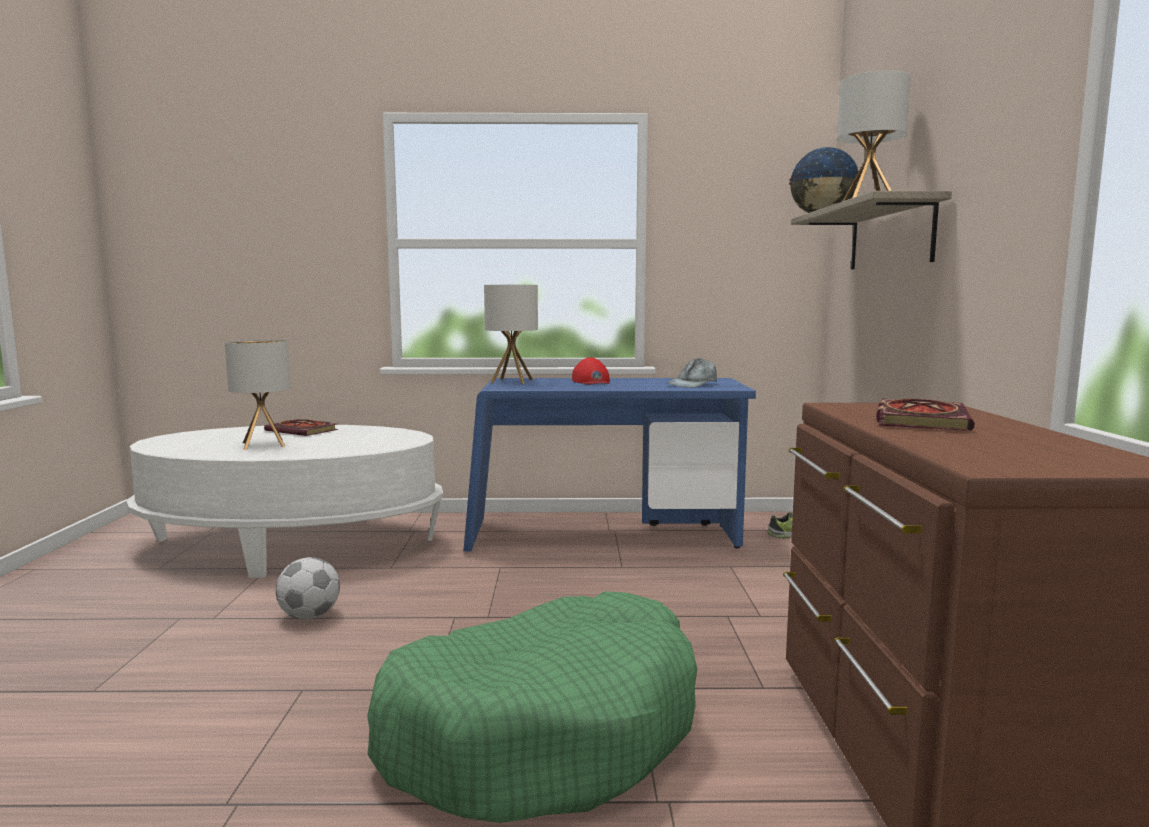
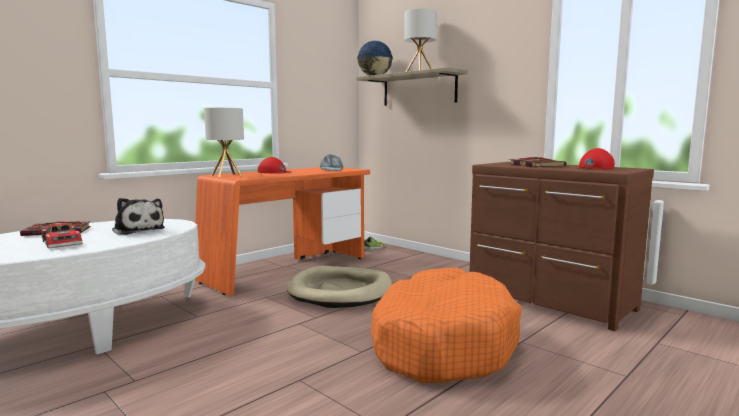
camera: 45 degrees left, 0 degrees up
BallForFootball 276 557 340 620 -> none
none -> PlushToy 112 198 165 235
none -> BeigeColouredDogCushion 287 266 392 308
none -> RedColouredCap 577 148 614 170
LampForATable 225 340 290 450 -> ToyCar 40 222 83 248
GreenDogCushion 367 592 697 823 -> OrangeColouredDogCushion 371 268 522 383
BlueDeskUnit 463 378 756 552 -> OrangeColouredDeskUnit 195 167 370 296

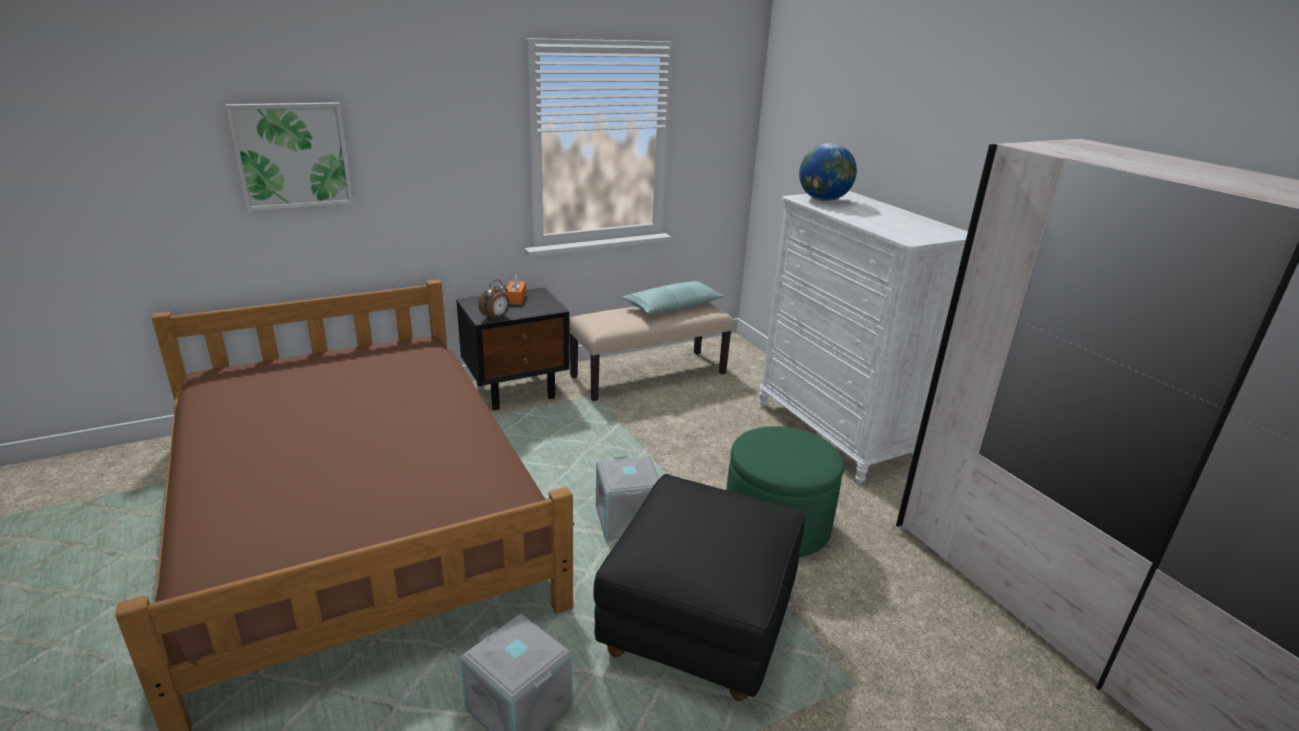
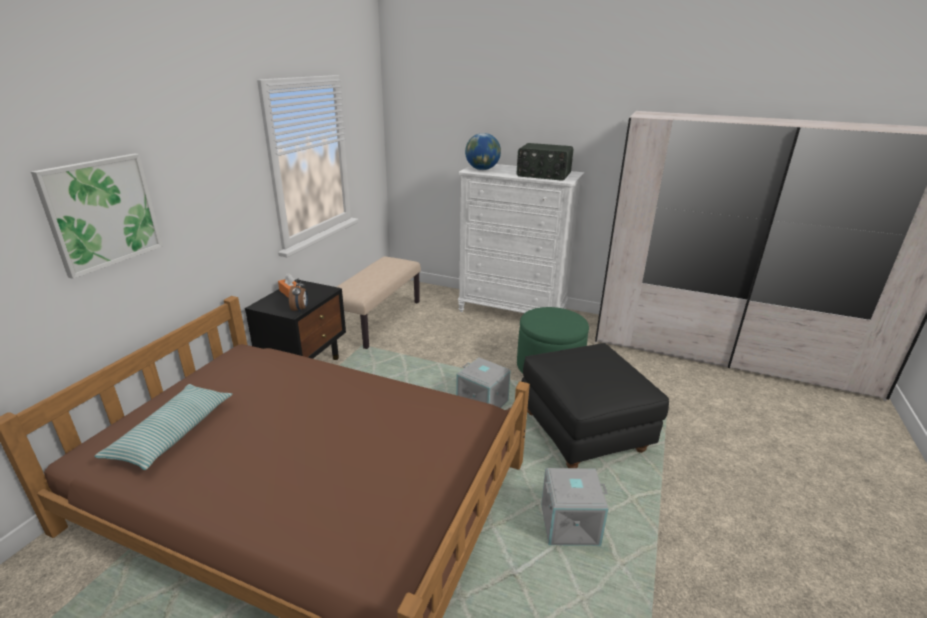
camera: 40 degrees left, 0 degrees up
none -> RadioReceiver 517 143 573 181
Cushion 622 281 724 314 -> Cushion 94 384 232 470, move

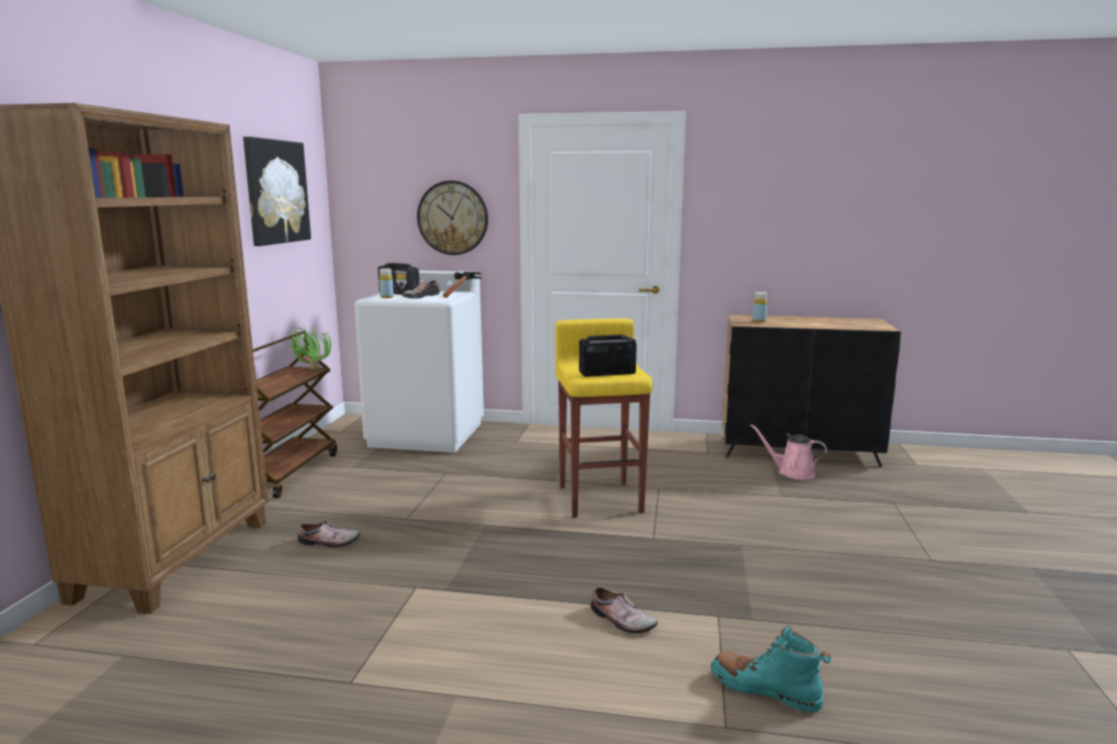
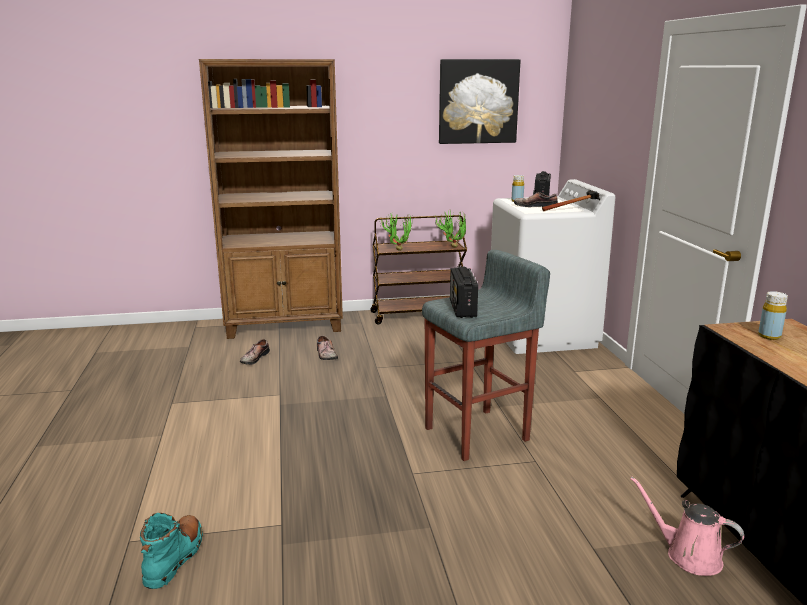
camera: 70 degrees right, 5 degrees up
HangingClock 417 181 488 255 -> none
none -> PlantInAPot 380 213 412 251
LowShoe 591 586 658 633 -> LowShoe 240 339 270 365, move
YellowishSittingStool 555 319 652 518 -> GraySittingStool 422 250 550 461
RadioReceiver 579 335 637 377 -> RadioReceiver 450 266 478 318, 150 degrees counterclockwise
PinkishWateringCan 750 424 827 480 -> PinkishWateringCan 630 477 744 576, 60 degrees counterclockwise

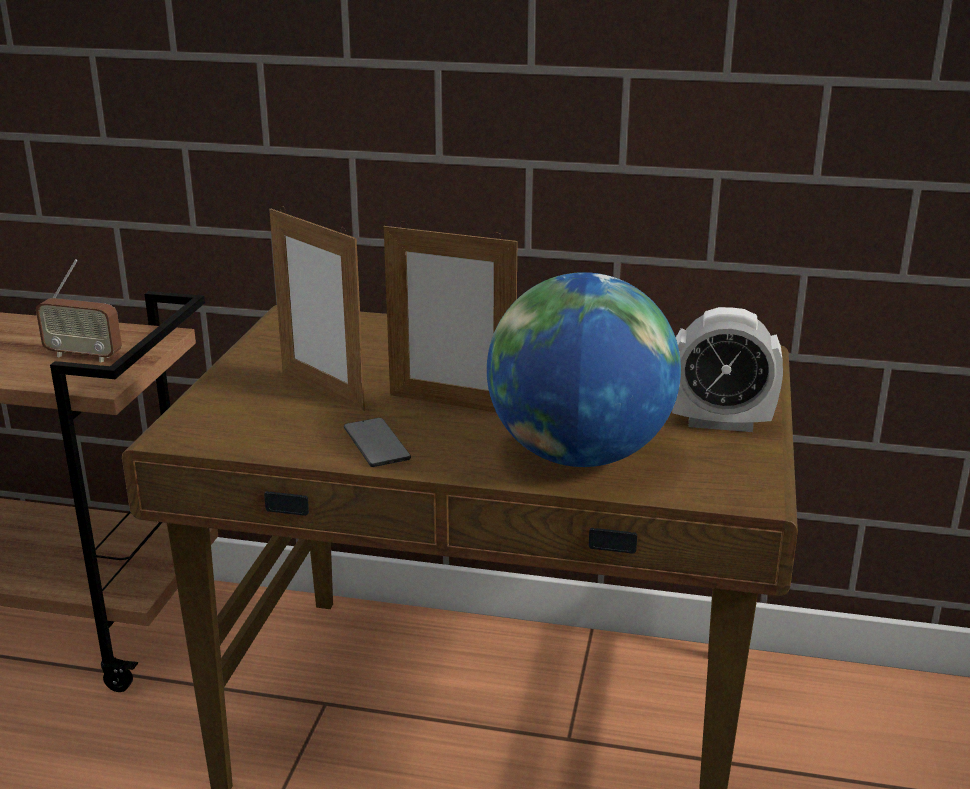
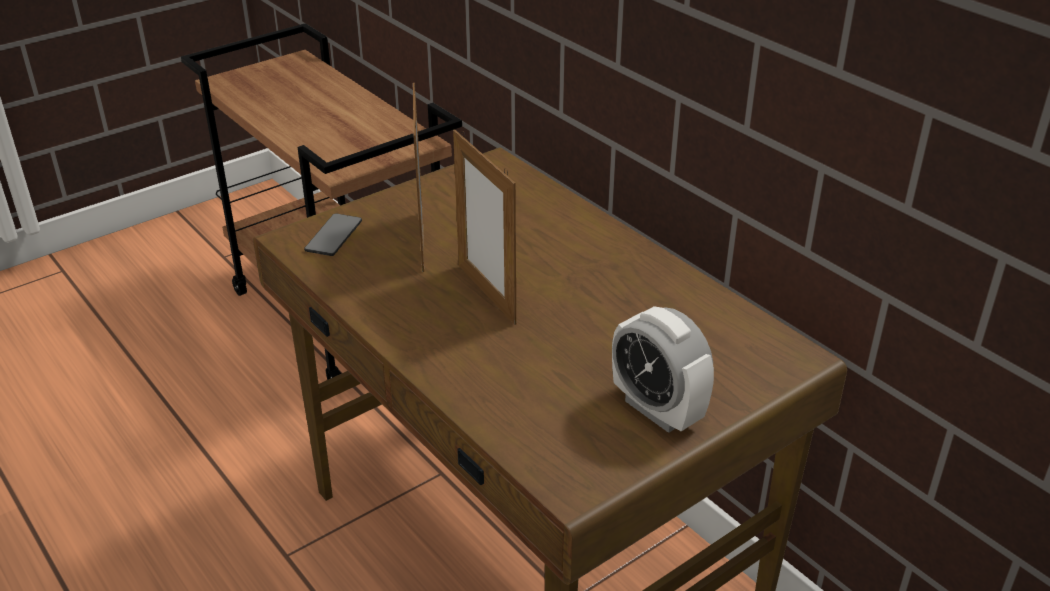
camera: 40 degrees right, 10 degrees up
RadioReceiver 36 259 122 362 -> none
WorldGlobe 487 272 681 467 -> none
Telephone 344 418 411 467 -> Telephone 304 213 362 256, move

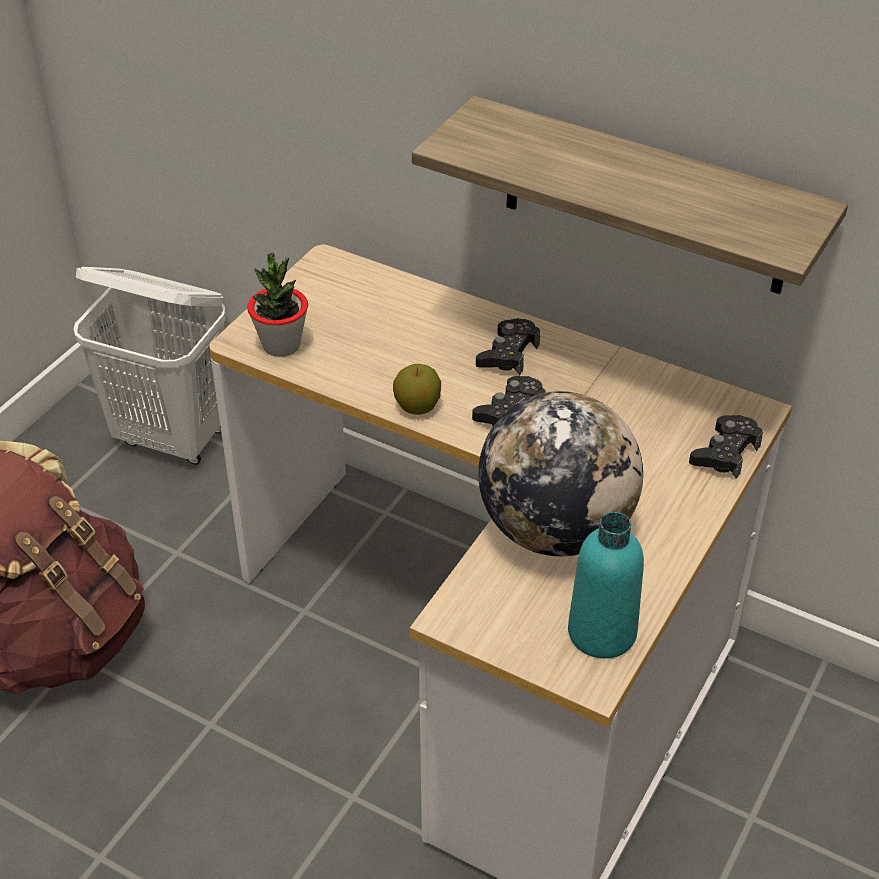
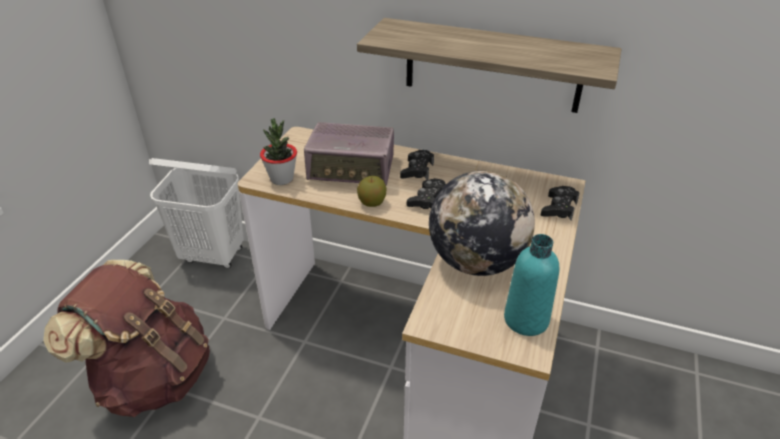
camera: 10 degrees left, 5 degrees down
none -> RadioReceiver 304 122 394 185

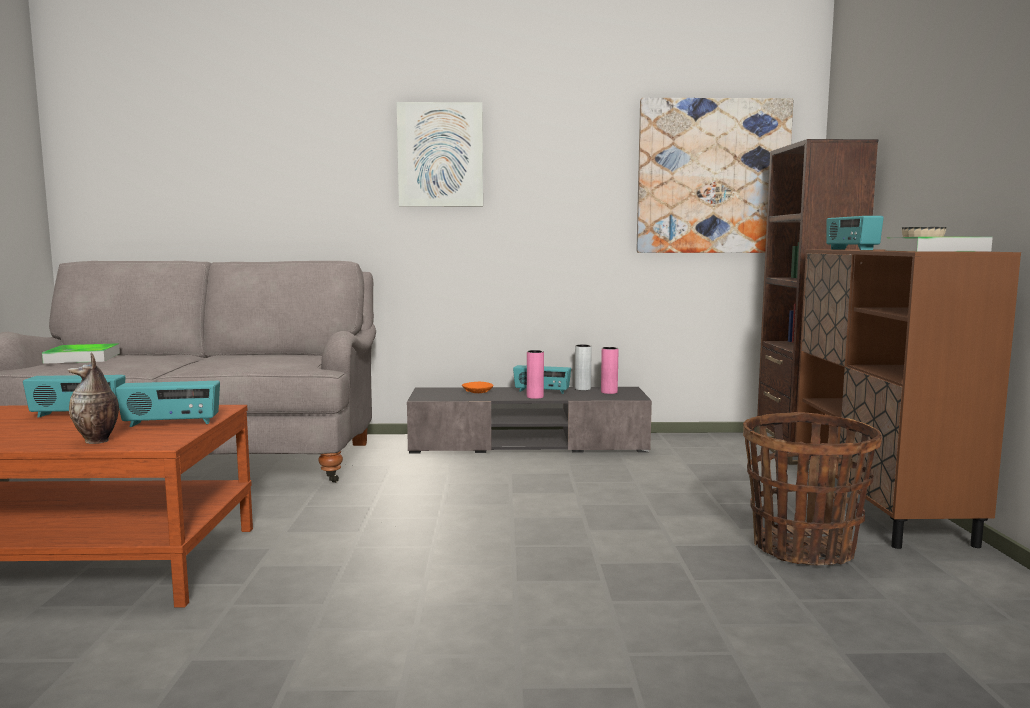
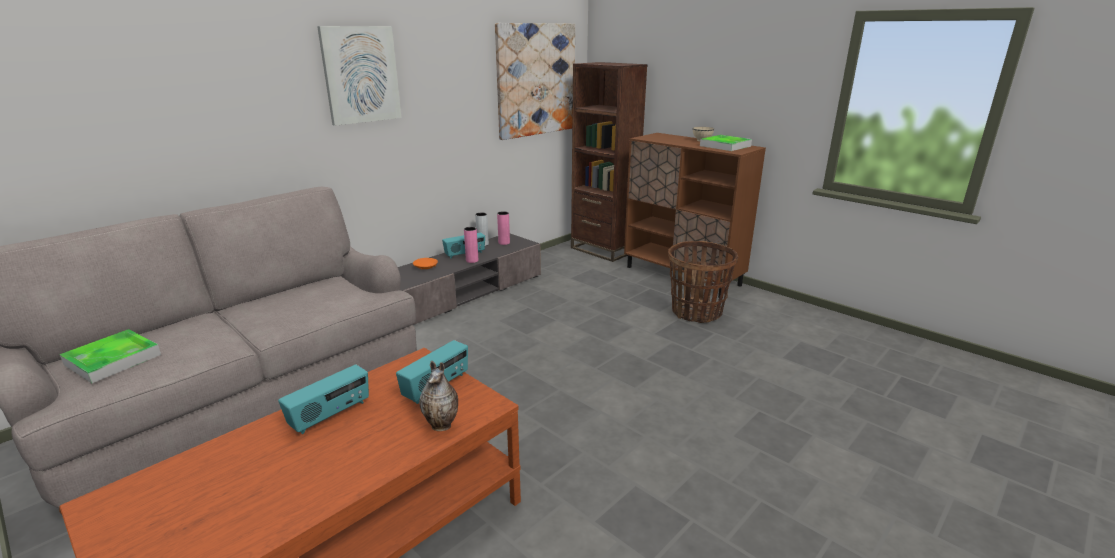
camera: 45 degrees left, 15 degrees up
RadioReceiver 826 216 884 250 -> none

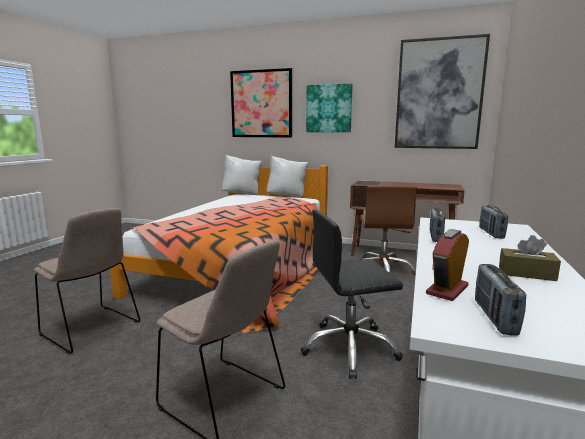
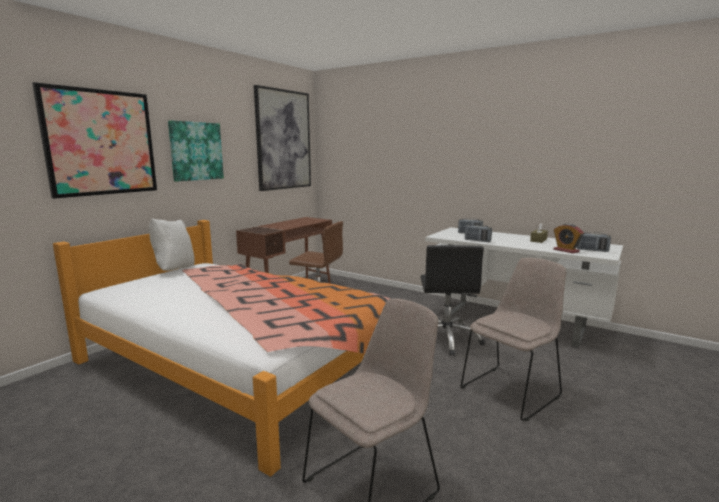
camera: 75 degrees left, 0 degrees up
WhiteColouredCushion 222 155 262 195 -> none

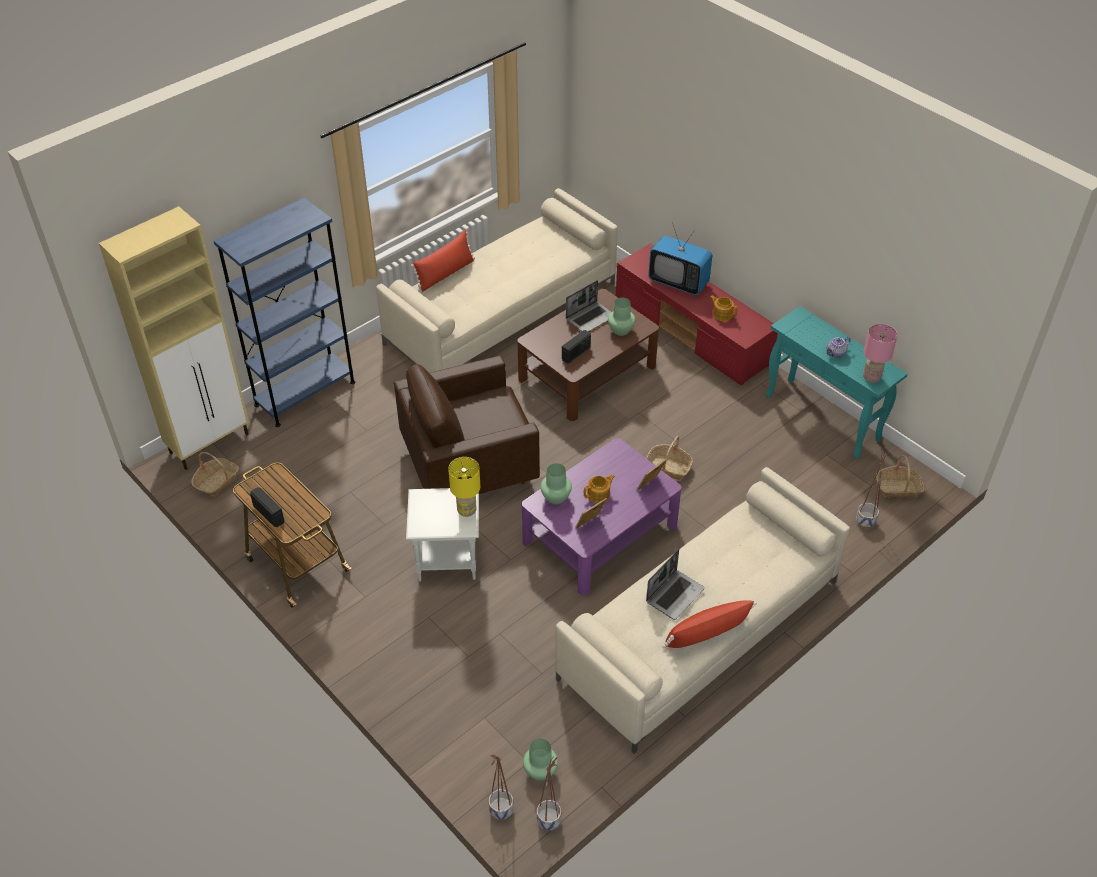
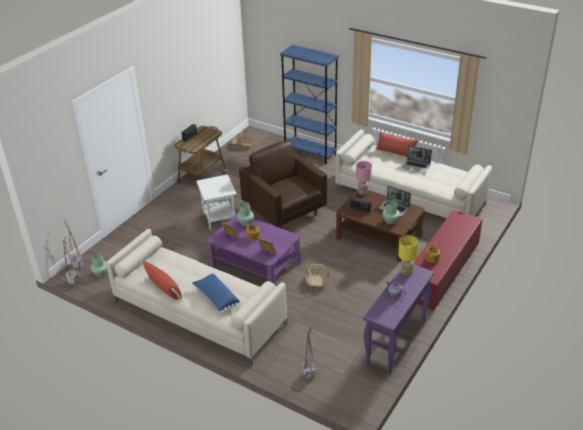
camera: 75 degrees right, 10 degrees down
BeigeColouredCupboard 99 206 249 470 -> none
Television 648 222 712 295 -> none
Basket 876 455 925 498 -> none
none -> BlueCushion 192 273 241 313
YellowishLampForATable 448 457 480 517 -> YellowishLampForATable 398 235 419 276, move
NotebookComputer 646 549 705 620 -> NotebookComputer 403 145 432 172, move
PinkishLampForATable 863 324 898 383 -> PinkishLampForATable 356 161 372 195, move
TurquoiseColouredNarrowTable 766 306 908 459 -> PurpleColouredNarrowTable 363 264 434 375

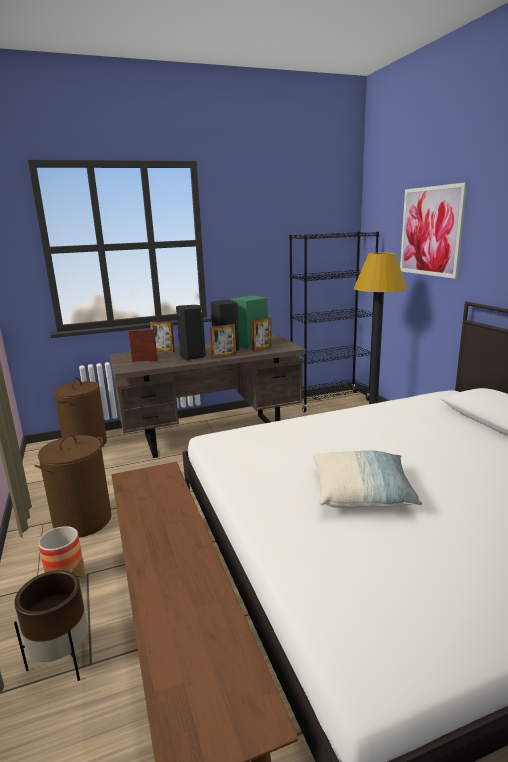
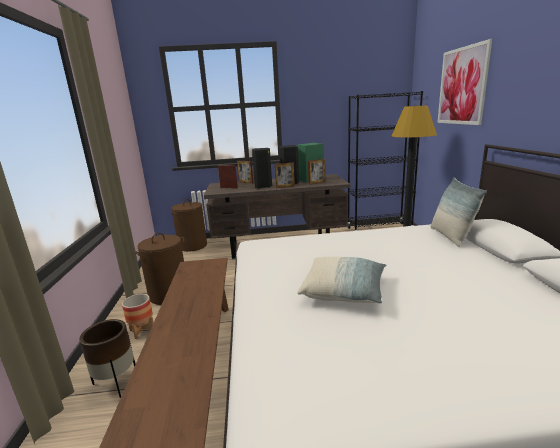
camera: 15 degrees right, 0 degrees up
none -> Cushion 431 177 487 247

